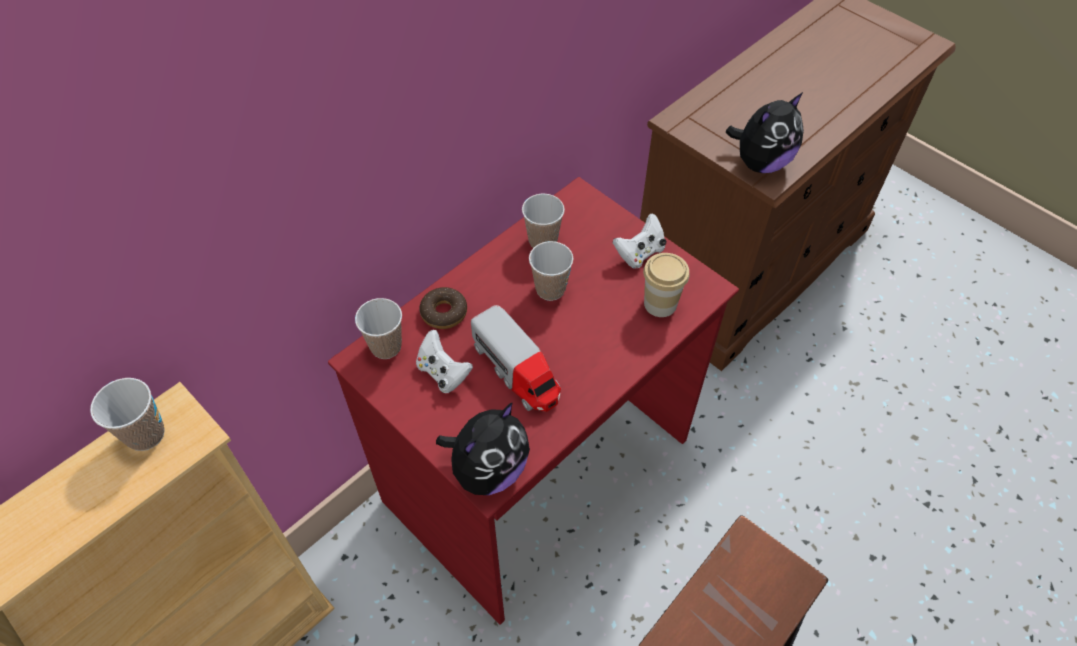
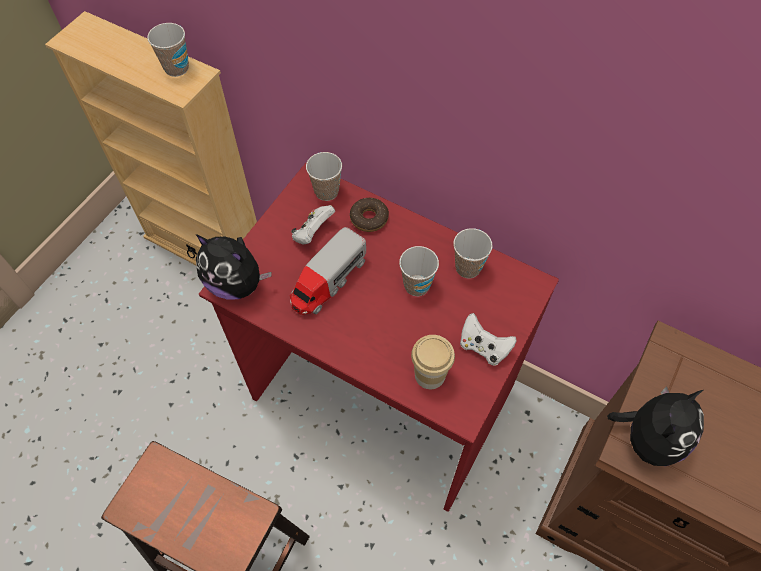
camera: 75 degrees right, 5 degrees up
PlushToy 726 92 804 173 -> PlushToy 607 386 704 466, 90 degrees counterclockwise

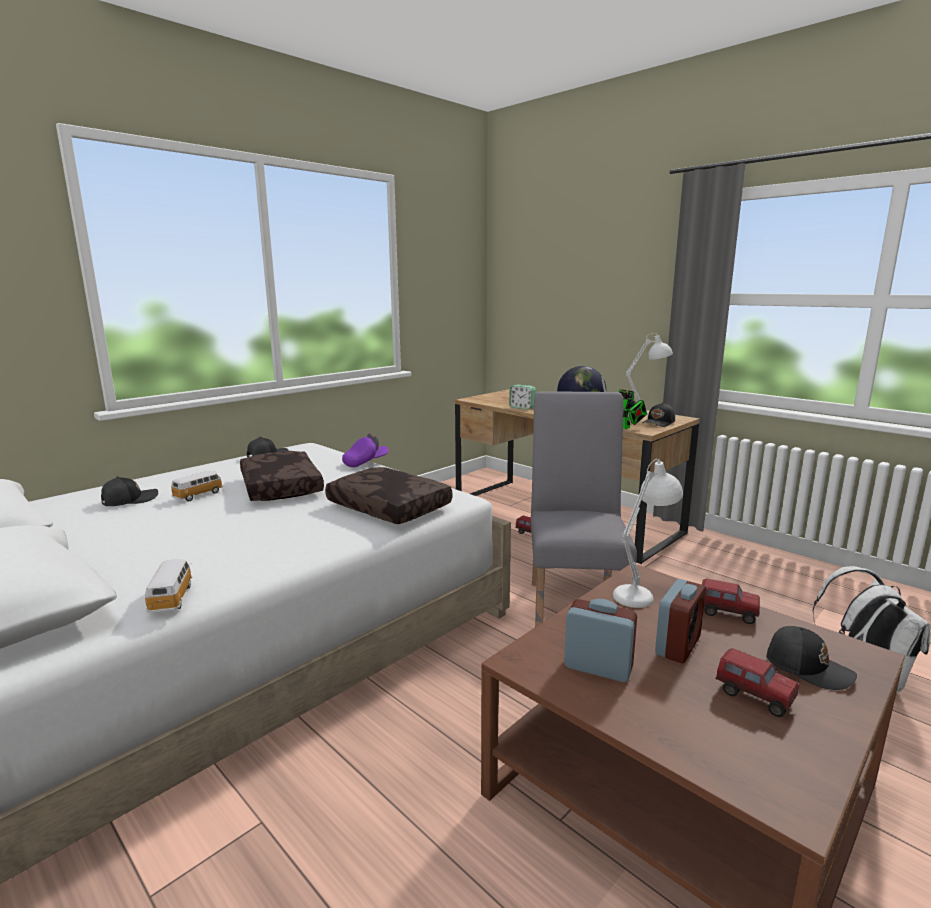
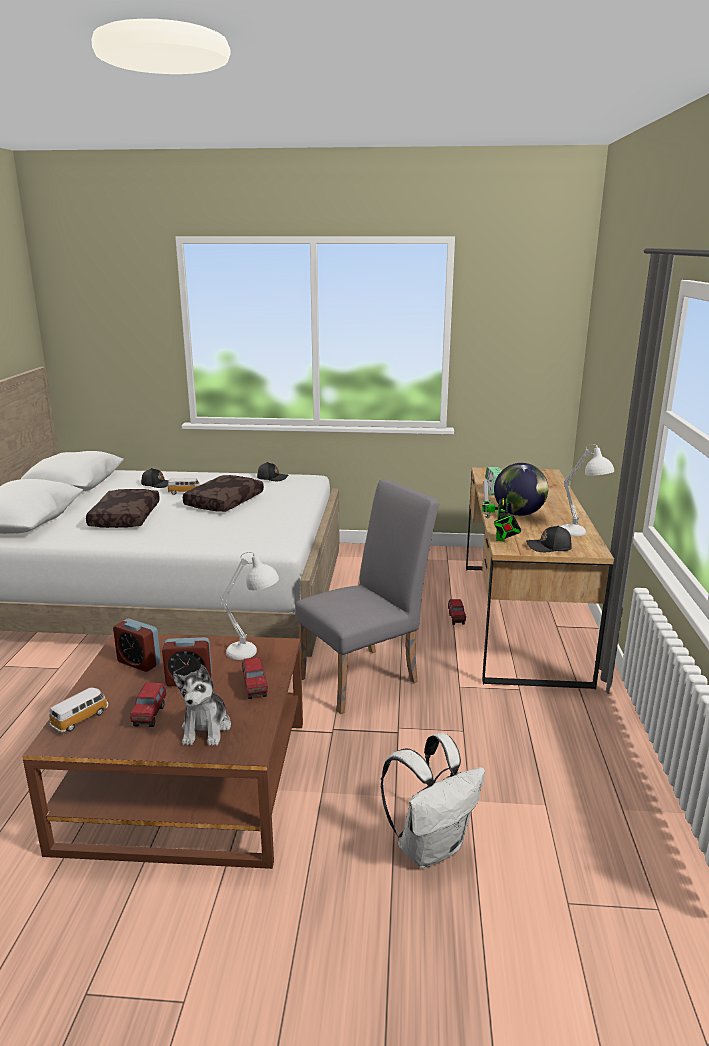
camera: 50 degrees right, 5 degrees up
PurpleColouredCap 342 433 389 467 -> none
ToyCar 145 559 192 612 -> ToyCar 49 688 108 732, move
BrownCushion 325 467 452 524 -> BrownCushion 86 489 160 528, move
BlackishCap 766 626 857 690 -> PlushToy 173 665 231 746
TableClock 564 599 637 682 -> TableClock 113 618 161 672, 135 degrees clockwise

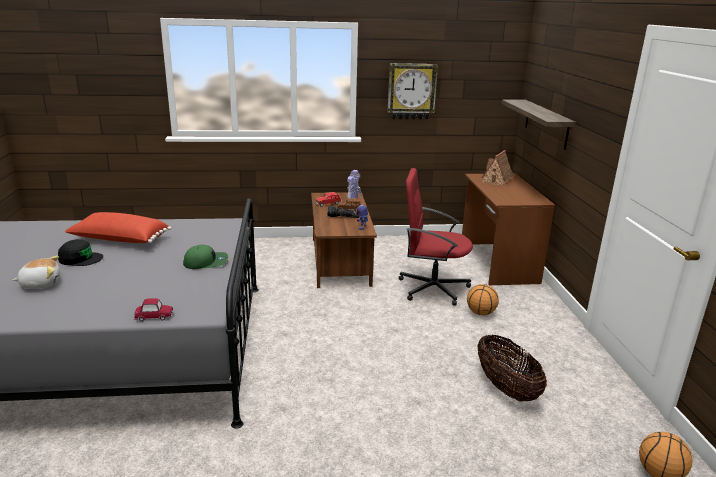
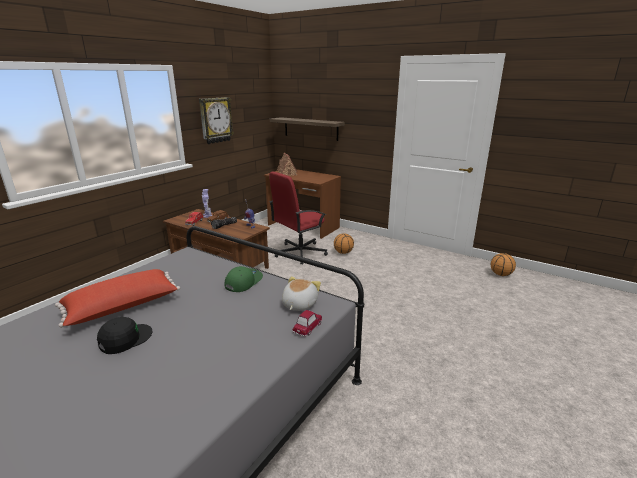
camera: 50 degrees left, 0 degrees up
Basket 477 334 547 402 -> none
PlushToy 13 256 60 289 -> PlushToy 282 276 321 311, move

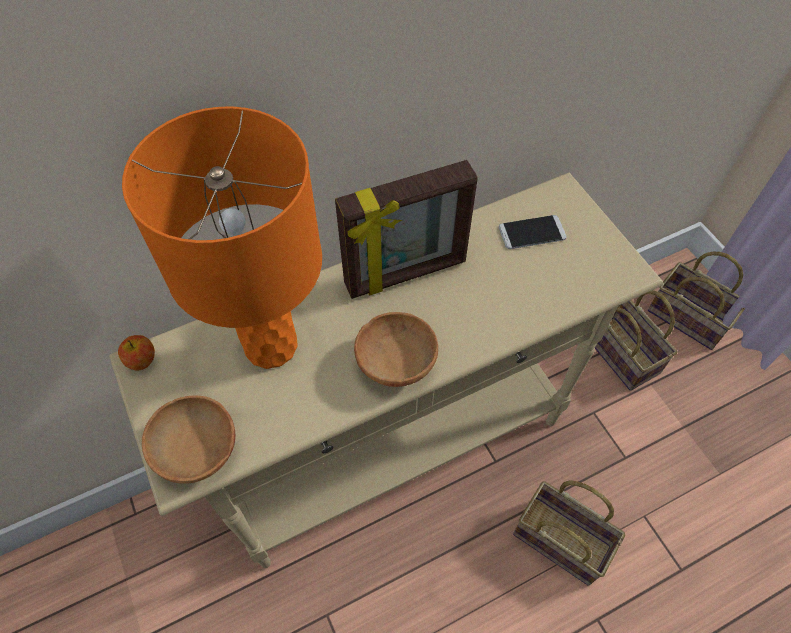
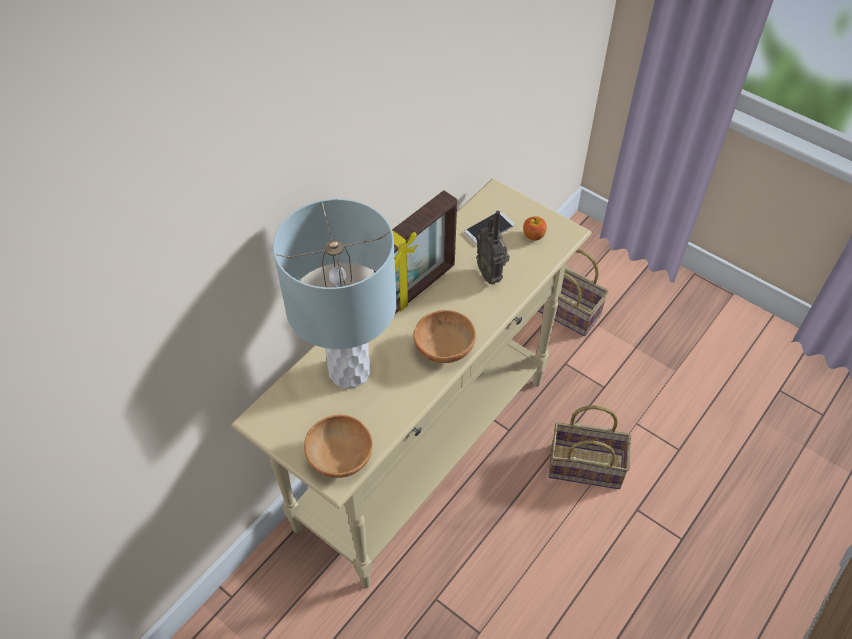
camera: 25 degrees left, 5 degrees down
Basket 648 251 745 350 -> none
none -> RadioReceiver 477 211 509 284
Apple 118 335 155 371 -> Apple 523 216 547 240, move
OrangeColouredLampForATable 122 107 322 369 -> GrayLampForATable 273 199 397 389

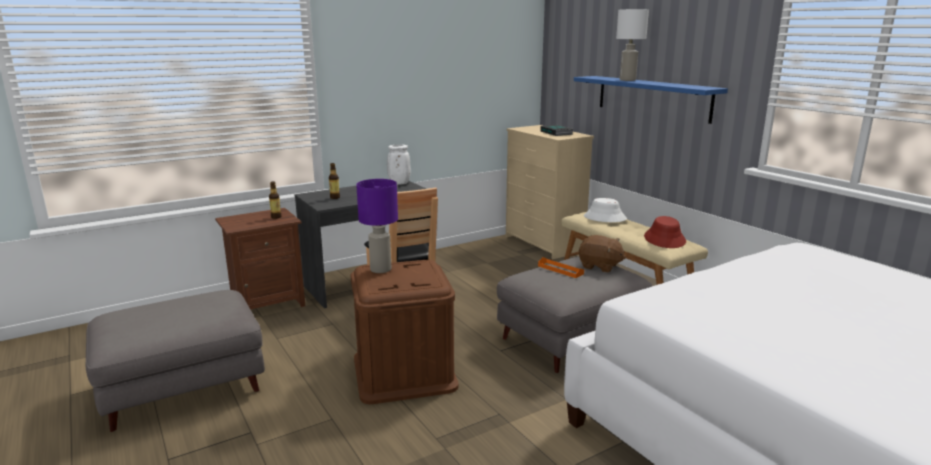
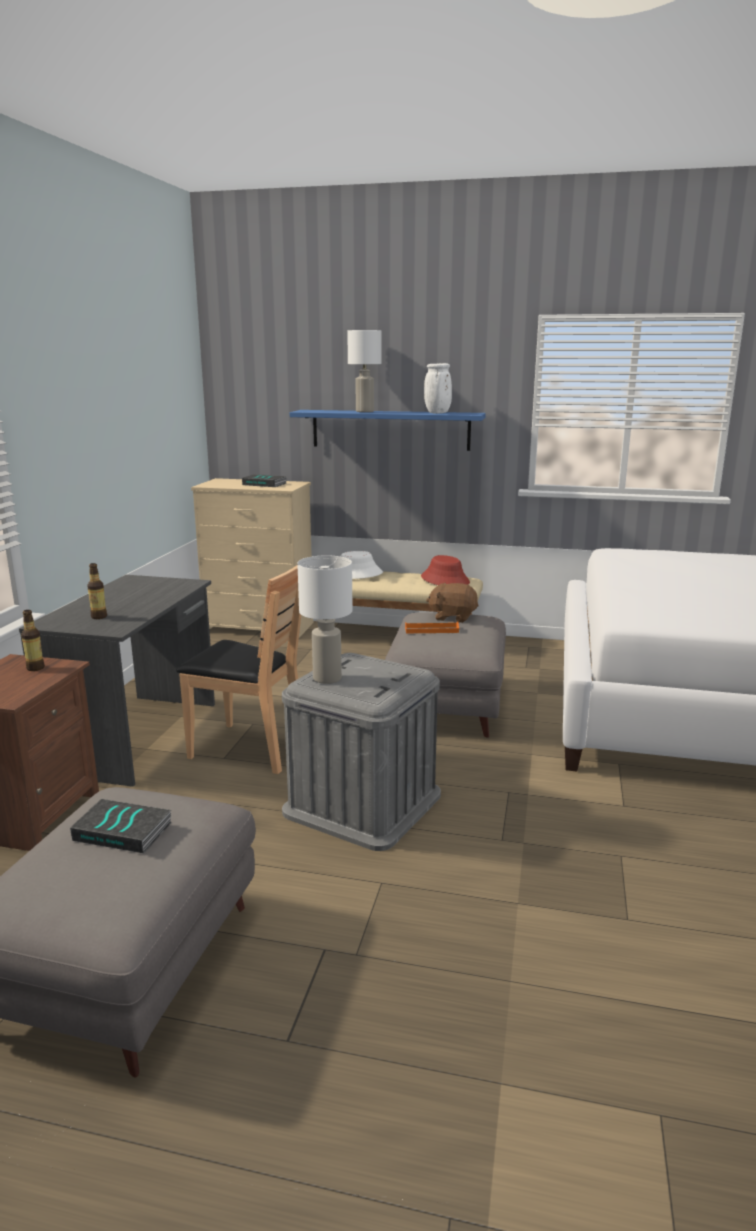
camera: 45 degrees left, 0 degrees up
none -> Book 70 799 172 853
WhiteColouredDecorativeVase 387 145 411 185 -> WhiteColouredDecorativeVase 424 363 452 414, move
BrownStorageContainer 350 260 458 404 -> GrayStorageContainer 282 653 441 851
PurpleColouredLampForATable 356 179 398 273 -> WhiteColouredLampForATable 297 555 353 684
BrownPlushToy 579 235 626 273 -> BrownPlushToy 426 583 479 623, 150 degrees counterclockwise

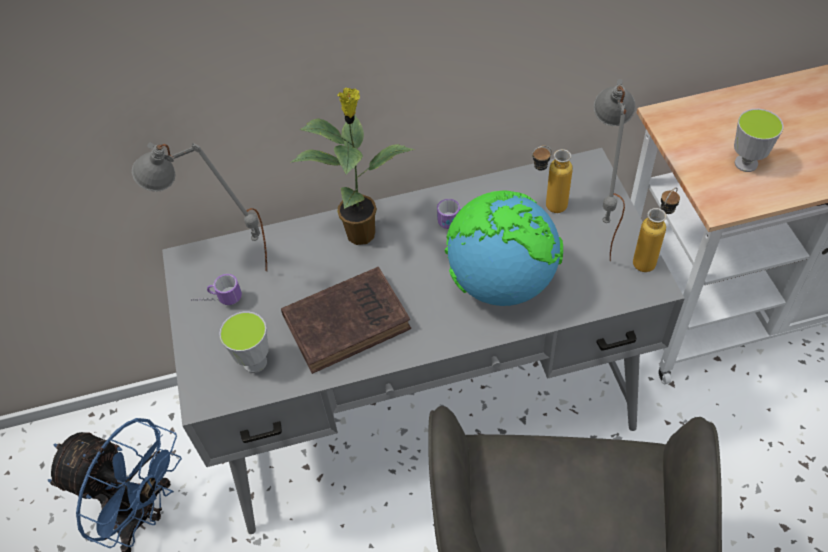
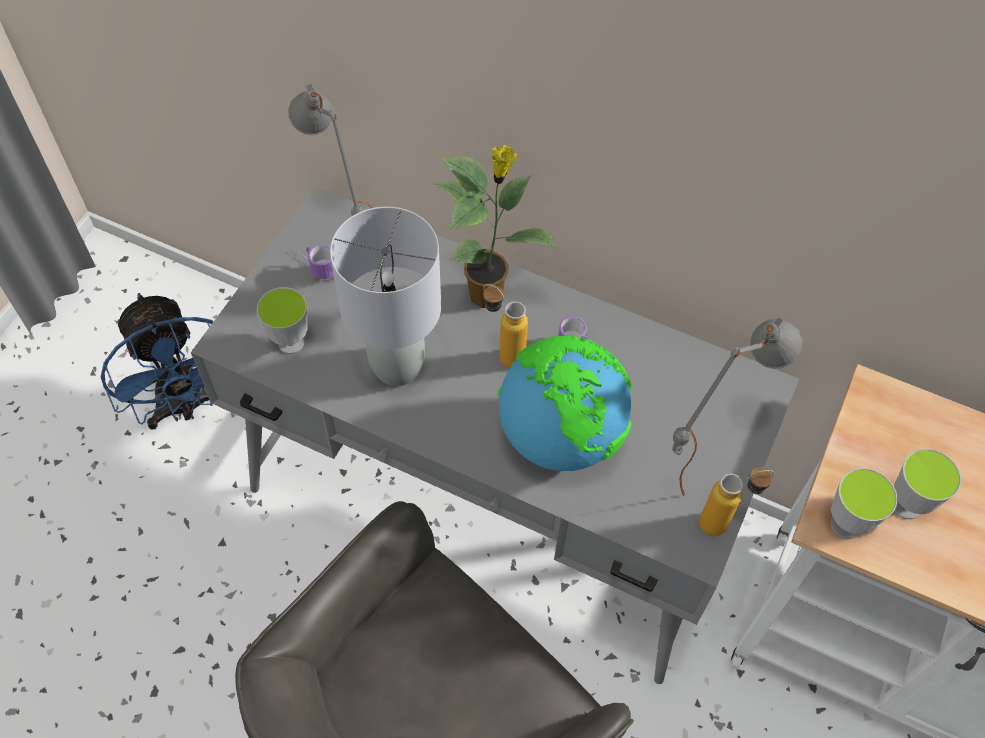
camera: 35 degrees right, 5 degrees up
none -> Cup 831 468 898 539
BeverageBottle 532 146 573 213 -> BeverageBottle 483 284 528 368, move
BrownBook 281 267 411 374 -> GrayLampForATable 330 207 441 386

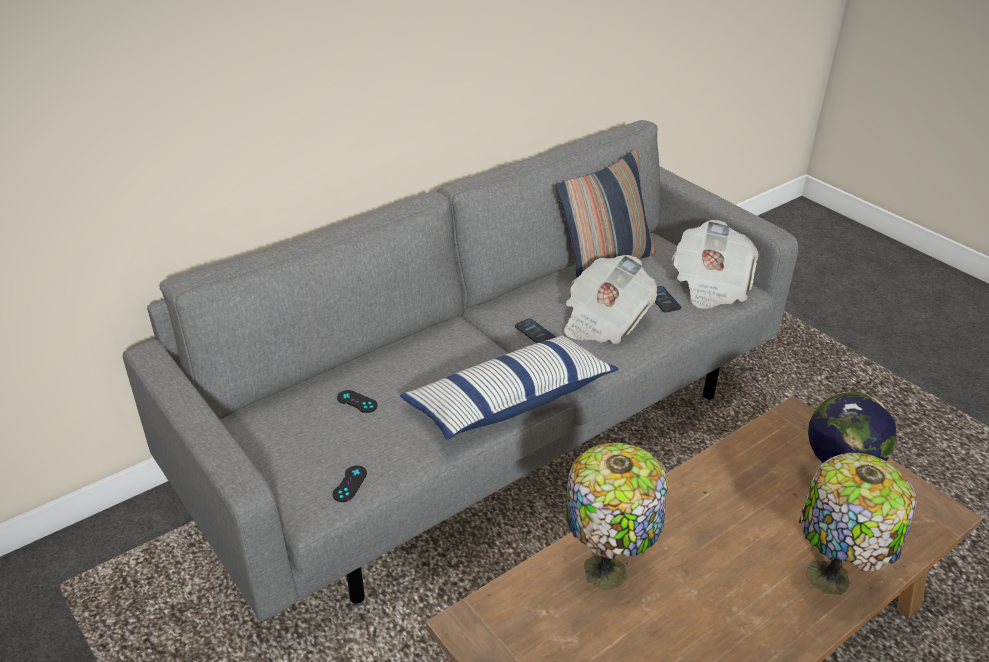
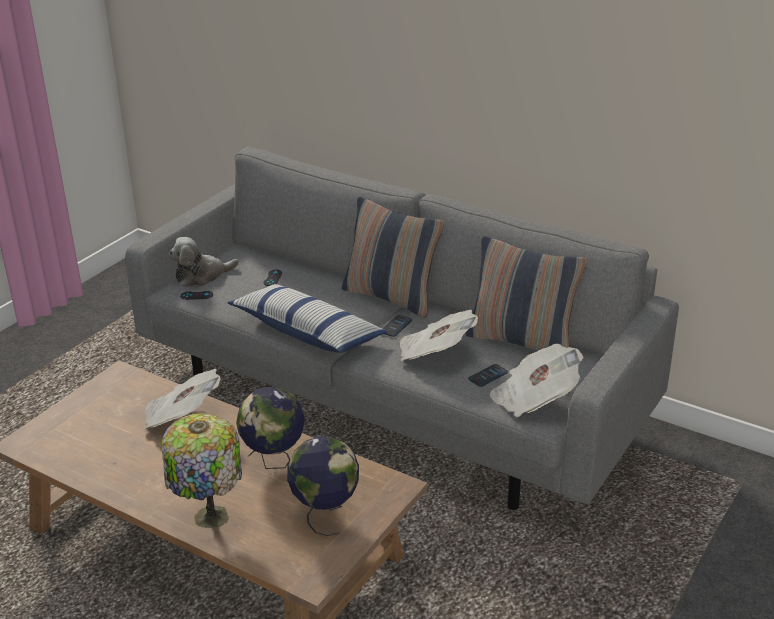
camera: 70 degrees right, 5 degrees down
none -> PlushToy 169 237 239 287
none -> WorldGlobe 236 387 305 469
none -> Cushion 342 197 444 318
LampForATable 566 443 668 590 -> PrintedPaper 144 369 220 429

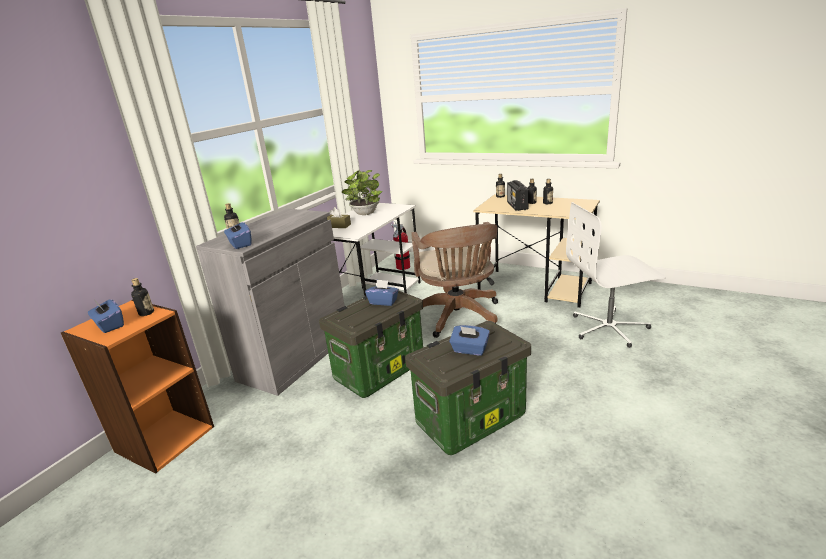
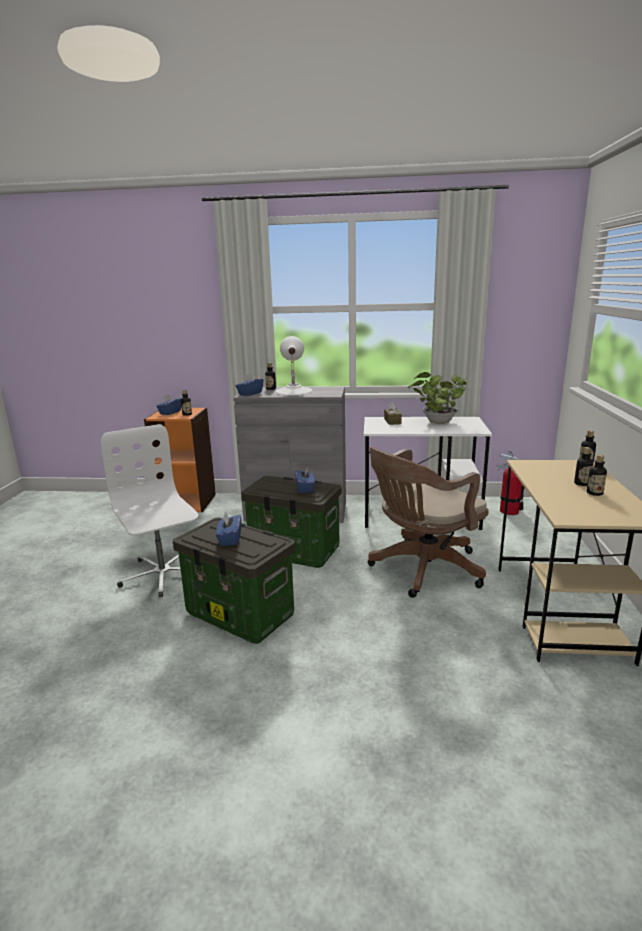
camera: 65 degrees right, 5 degrees down
RadioReceiver 507 180 529 211 -> none
none -> WhiteColouredLampForATable 275 336 313 395
WhiteColouredComputerChair 566 202 666 348 -> WhiteColouredComputerChair 101 424 198 597, move

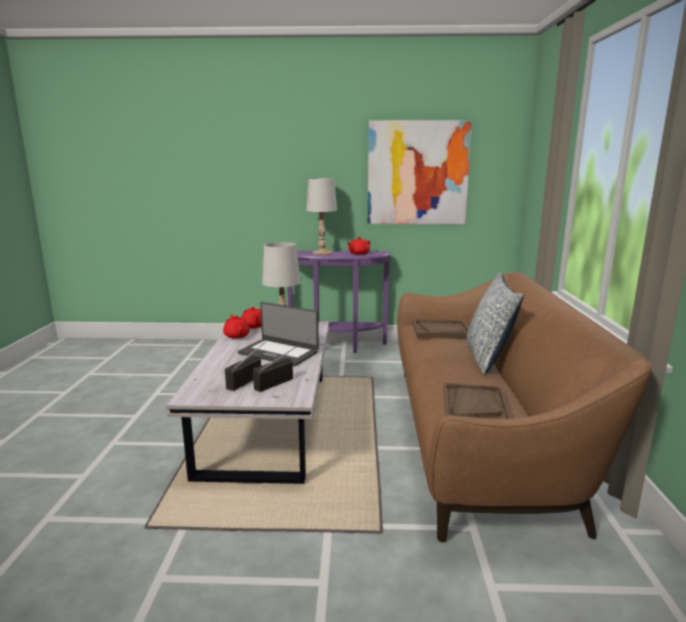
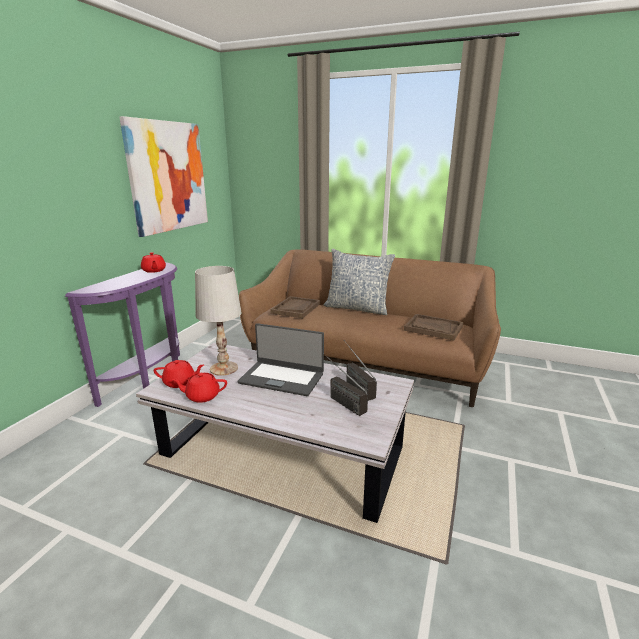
camera: 70 degrees left, 5 degrees up
WhiteColouredLampForATable 306 178 337 255 -> none
NotebookComputer 237 302 319 366 -> NotebookComputer 238 323 324 396, 60 degrees clockwise

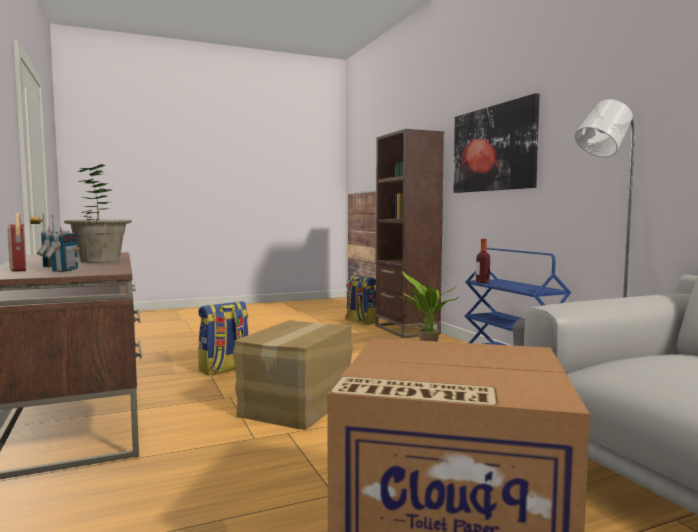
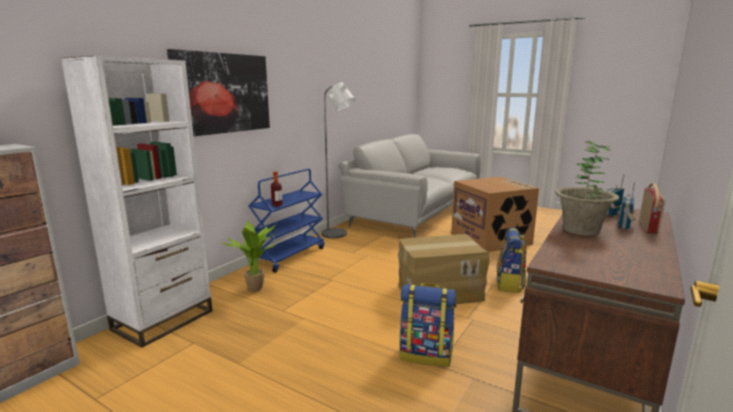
camera: 125 degrees left, 10 degrees up
Rucksack 345 275 376 325 -> Rucksack 497 228 526 293, move
BrownBookcase 375 129 444 338 -> WhiteColouredBookcase 61 56 212 347

